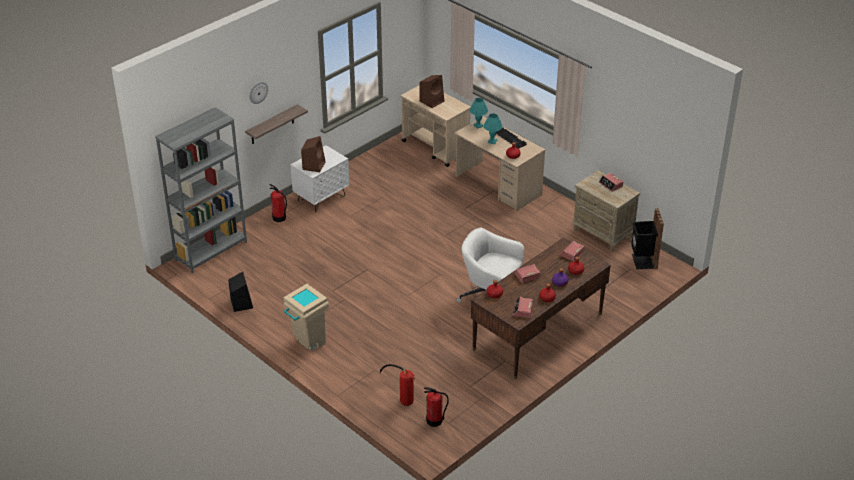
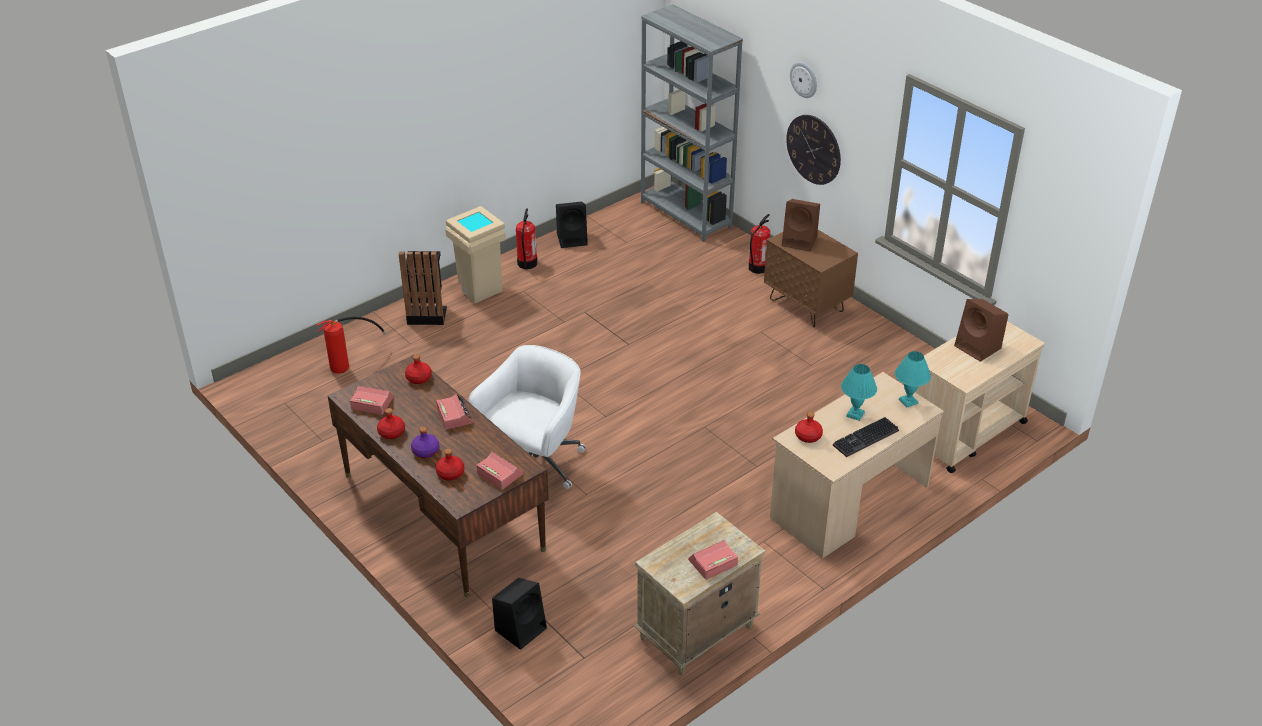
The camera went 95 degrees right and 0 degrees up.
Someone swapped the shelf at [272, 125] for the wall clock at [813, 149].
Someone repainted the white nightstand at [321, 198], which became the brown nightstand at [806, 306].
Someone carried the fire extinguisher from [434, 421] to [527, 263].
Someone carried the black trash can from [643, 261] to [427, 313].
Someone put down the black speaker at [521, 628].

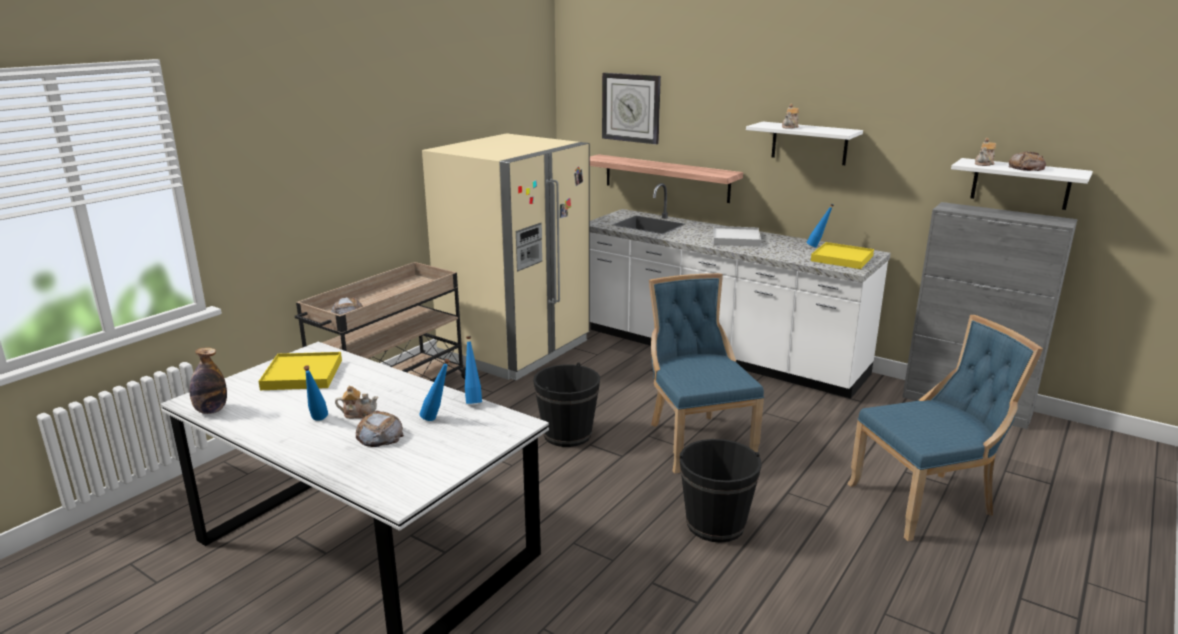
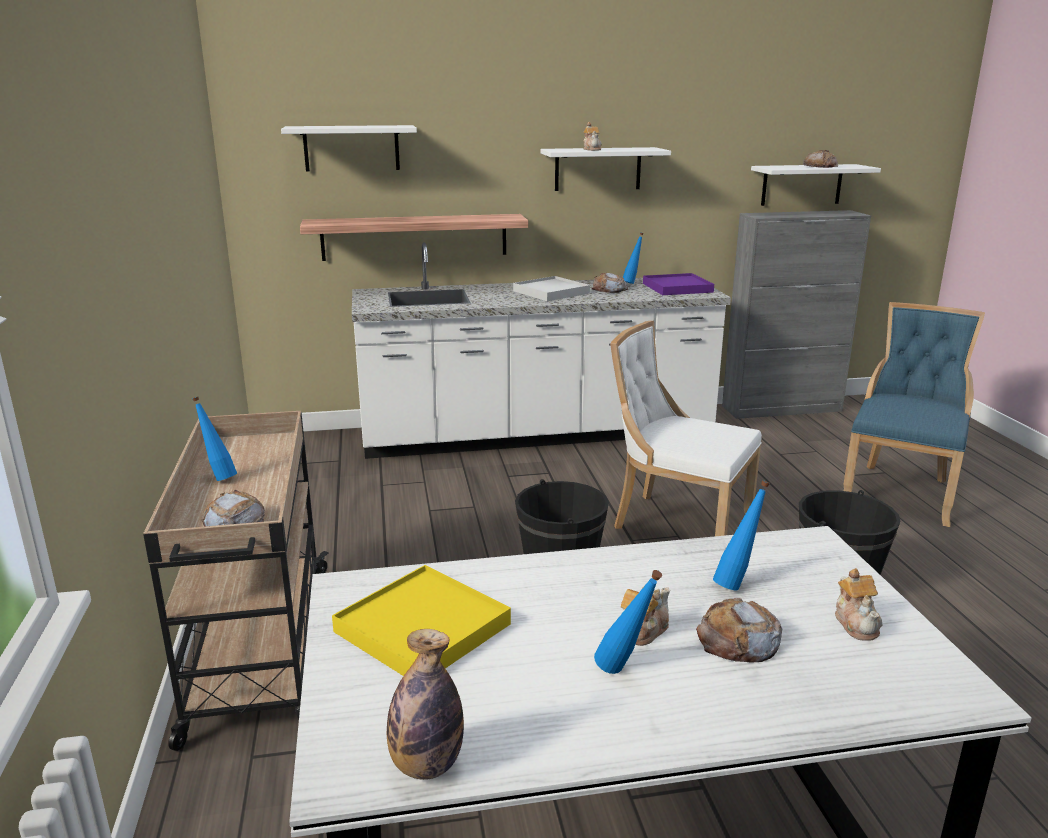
The camera went 45 degrees left and 0 degrees up.
Someone took away the beige fridge at [515, 349].
Someone carried the blue bottle from [473, 400] to [219, 477].
Someone swapped the wall clock at [631, 108] for the white shelf at [351, 148].
Someone repainted the blue chair at [696, 440], which became the white chair at [677, 523].
Someone repainted the yellow tray at [841, 258], which became the purple tray at [677, 288].
Someone carried the teapot from [984, 164] to [856, 623].
Someone put down the bread at [609, 289].

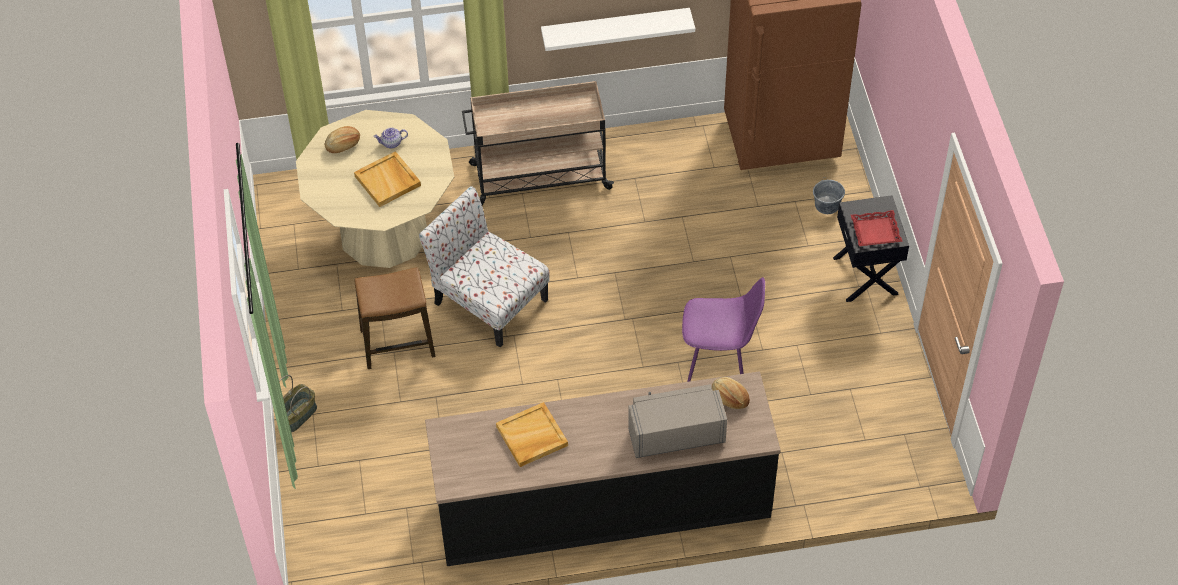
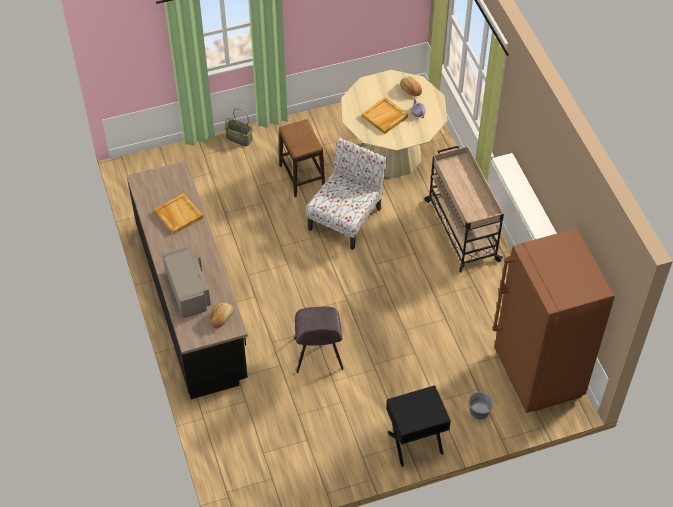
The camera went 80 degrees right and 0 degrees up.
Someone repainted the purple chair at [719, 361], which became the grey chair at [318, 355].
Someone took away the red tray at [875, 232].

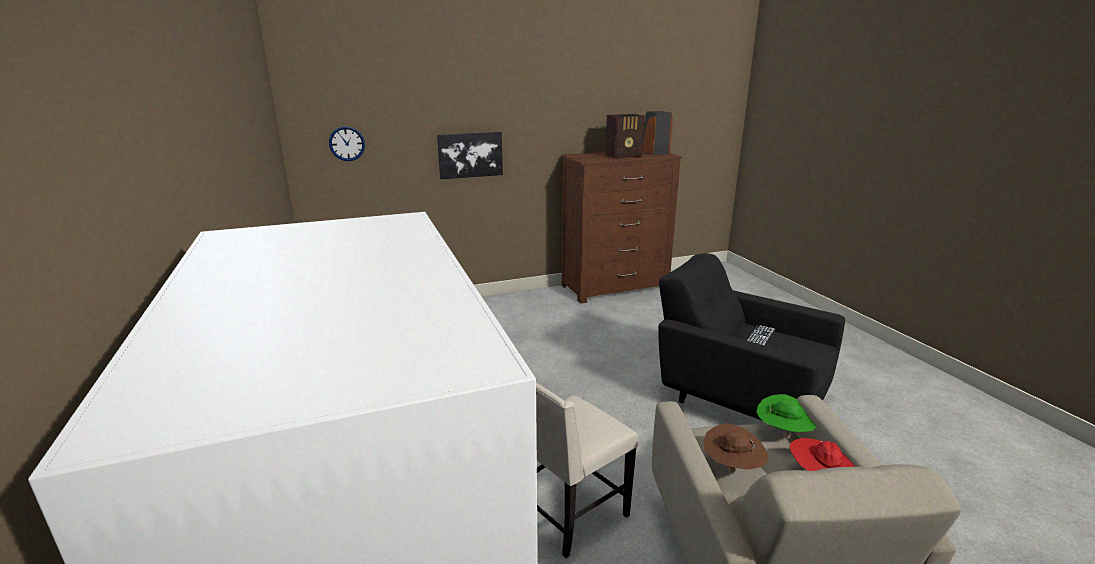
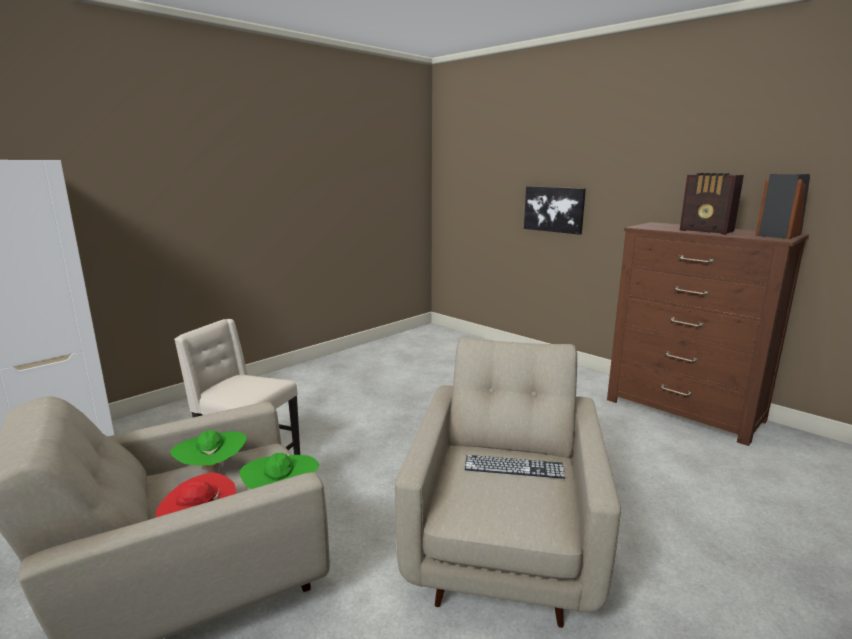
The camera went 65 degrees right and 5 degrees down.
Someone took away the wall clock at [347, 143].
Someone repainted the black armchair at [738, 399], which became the beige armchair at [504, 542].
Someone repainted the brown hat at [731, 468], which became the green hat at [213, 470].

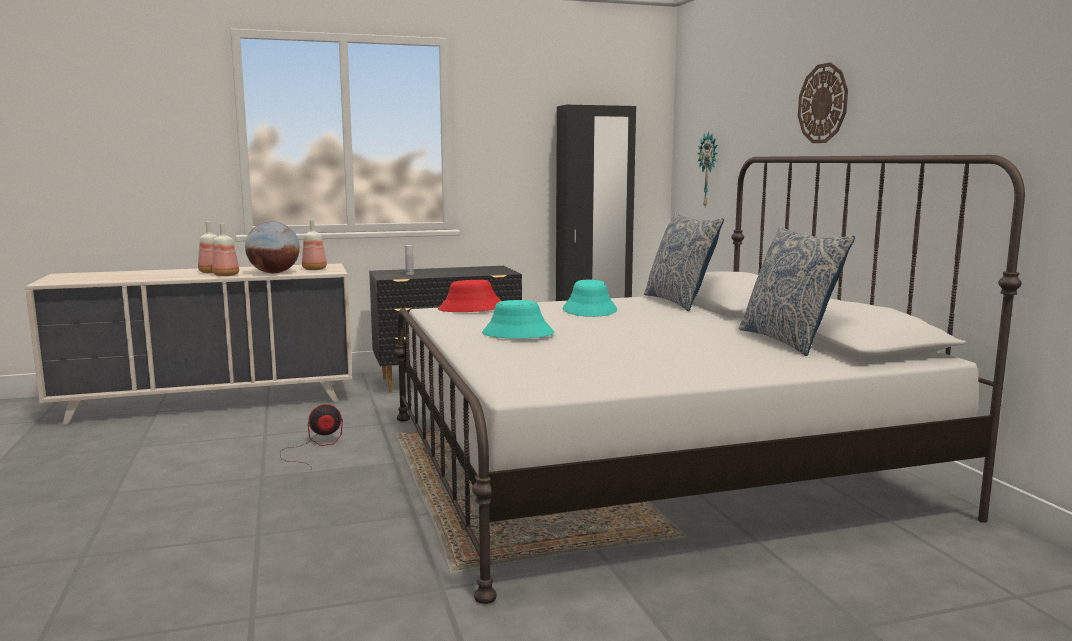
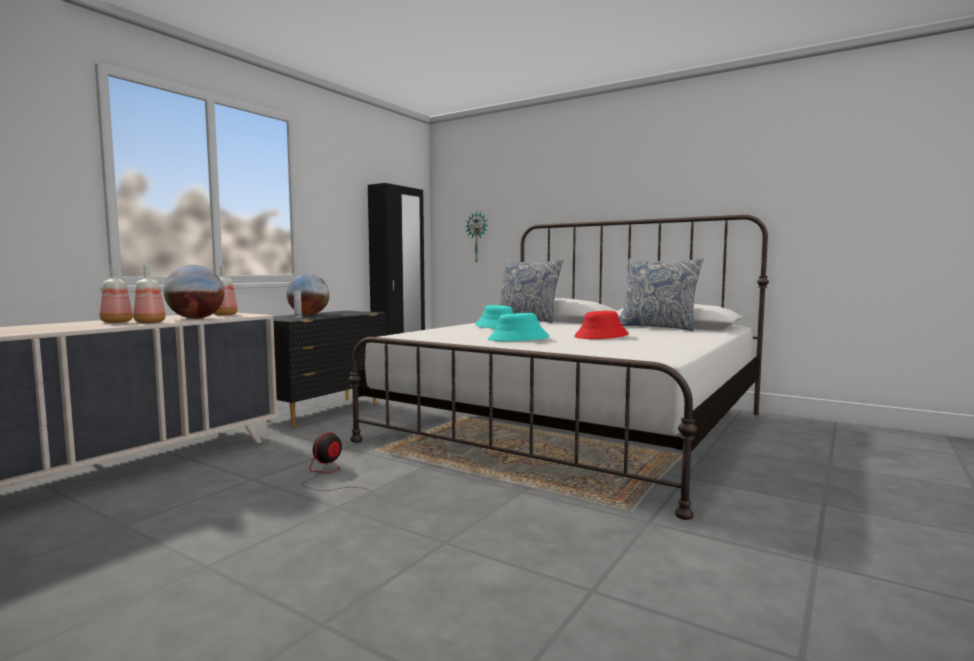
The camera went 40 degrees left and 5 degrees down.
Someone carried the red hat from [471, 309] to [601, 336].
Someone took away the wall clock at [823, 103].
Someone put down the globe at [308, 314].

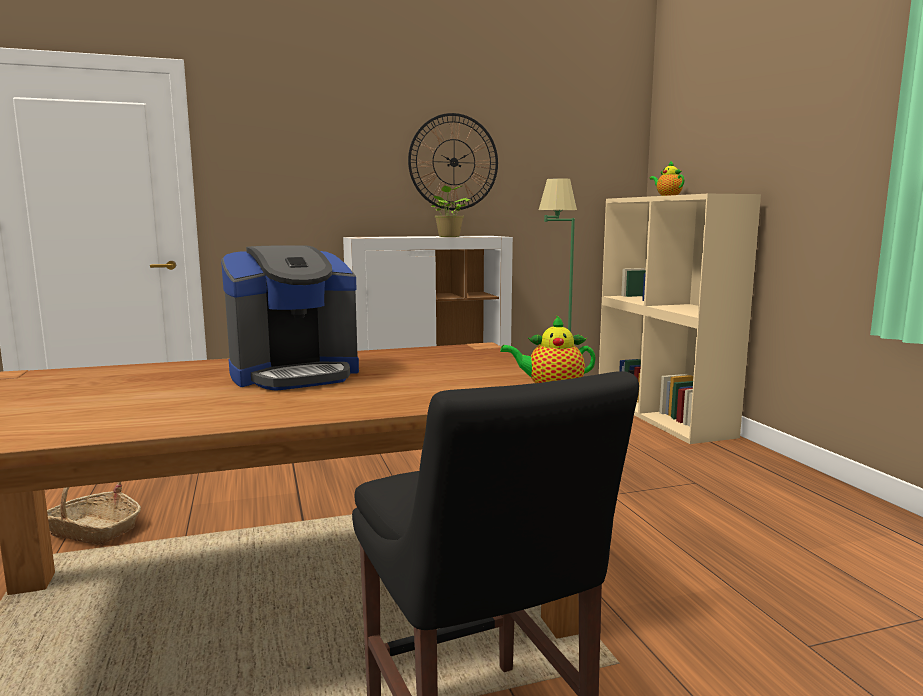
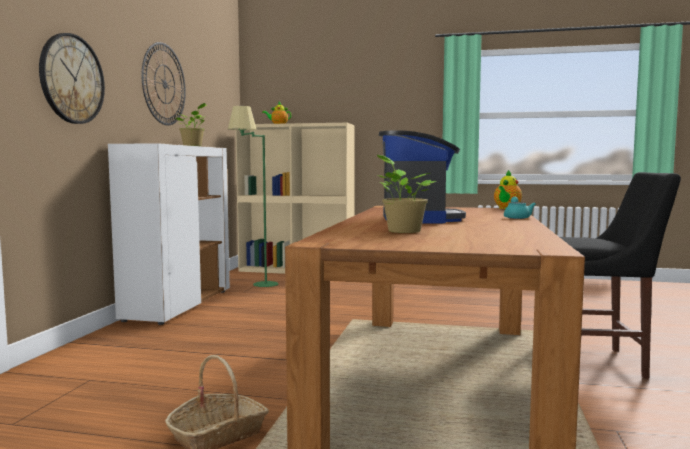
The camera went 60 degrees left and 5 degrees down.
Someone put up the wall clock at [72, 79].
Someone put down the potted plant at [402, 231].
Someone put down the turquoise teapot at [517, 217].

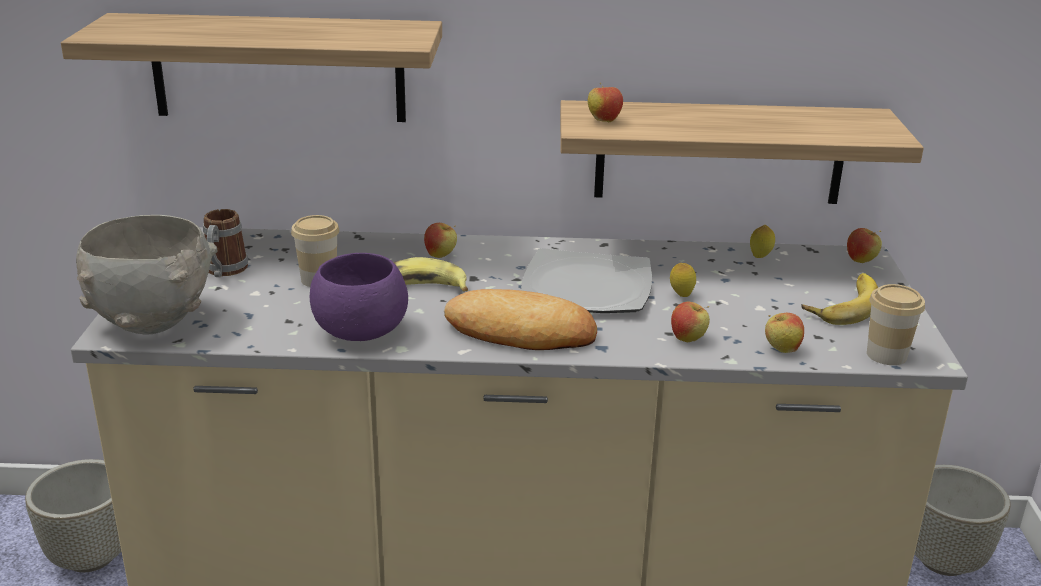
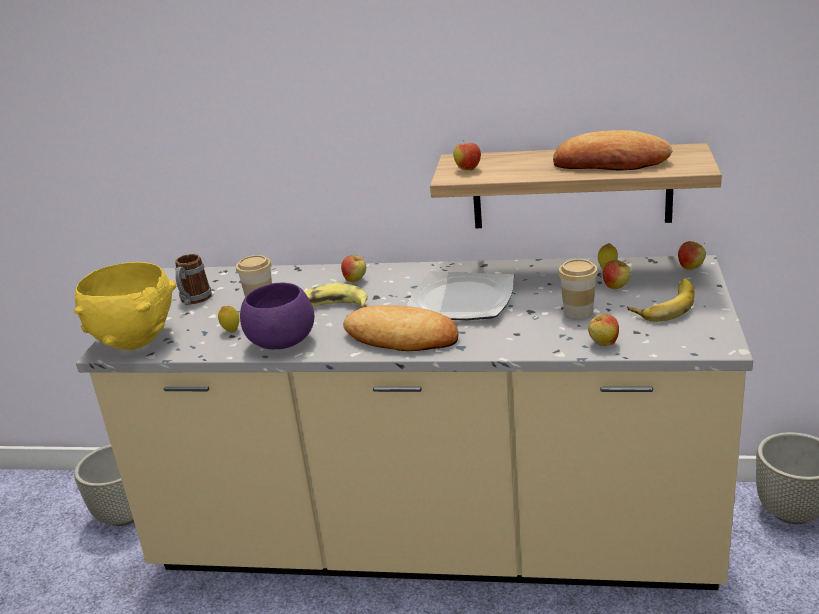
The camera went 10 degrees right and 0 degrees up.
Someone took away the shelf at [278, 68].
Someone repainted the grey bowl at [153, 323], which became the yellow bowl at [135, 342].
Someone carried the lemon from [681, 295] to [231, 331].
Someone carried the apple from [688, 339] to [616, 287].
Someone carried the cup from [886, 355] to [578, 311].
Someone put down the bread at [610, 163].

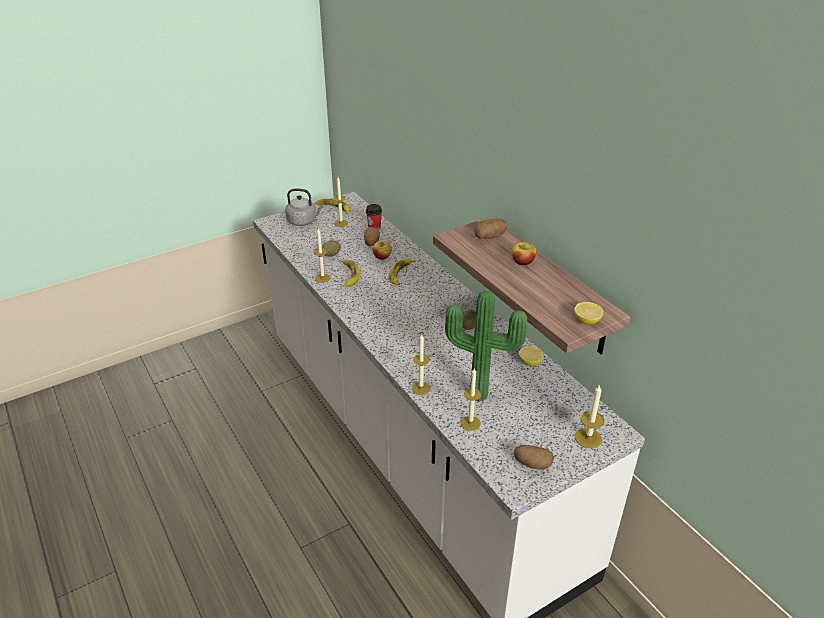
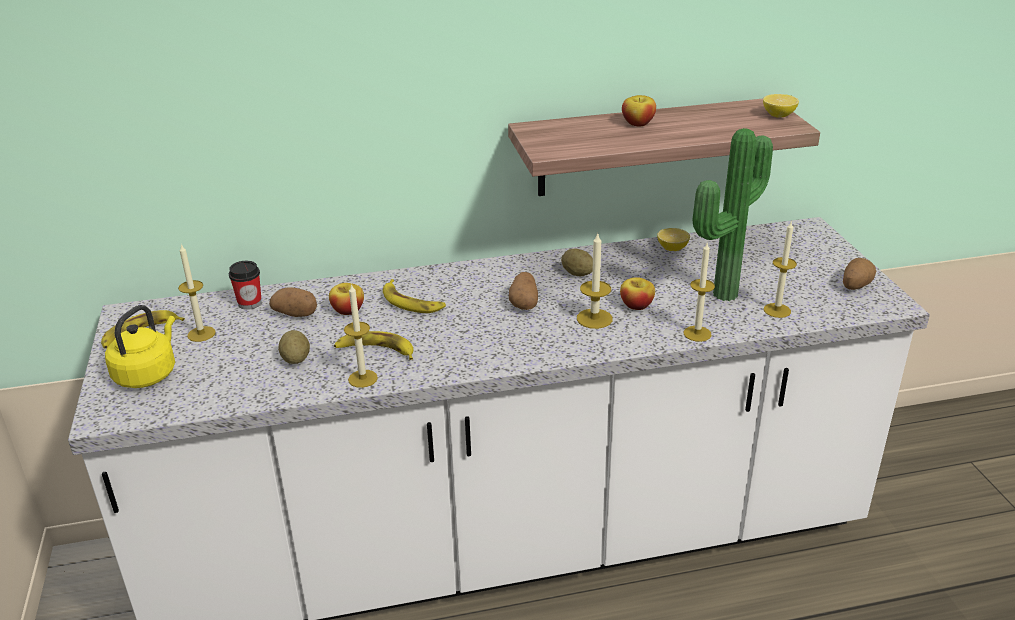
The camera went 70 degrees left and 5 degrees down.
Someone repainted the grey kettle at [303, 221], which became the yellow kettle at [148, 374].
Someone carried the potato from [489, 236] to [524, 303].
Someone carried the candle from [588, 438] to [594, 318].
Someone put down the apple at [636, 305].

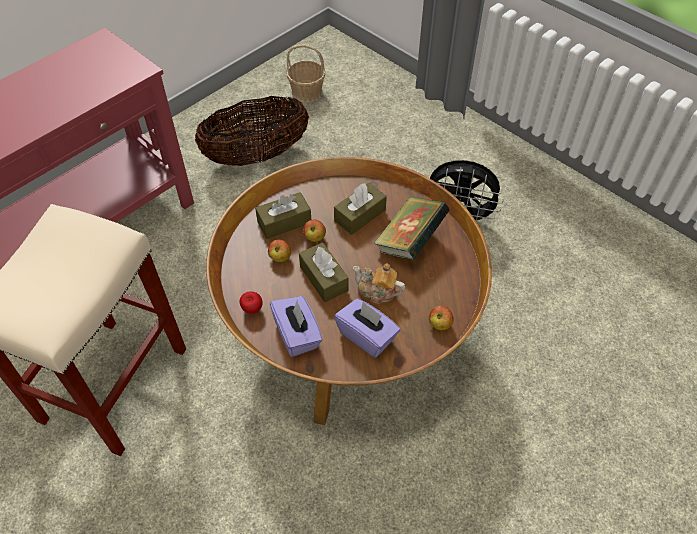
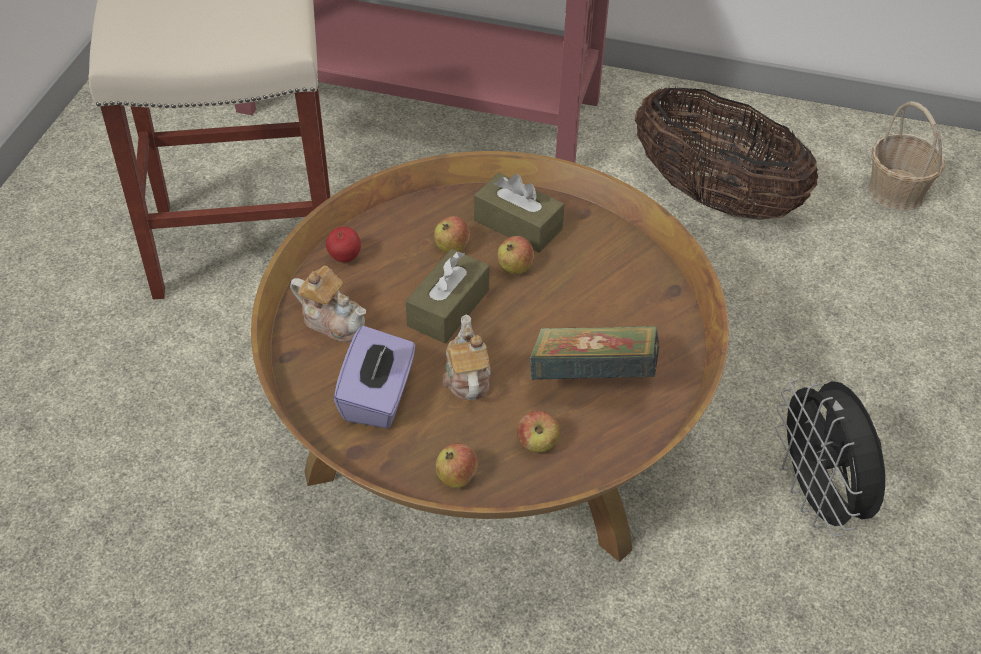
The camera went 60 degrees right and 5 degrees down.
Someone swapped the purple tissue box at [297, 335] for the teapot at [333, 321].
Someone took away the brown tissue box at [360, 215].
Someone put down the apple at [537, 444].

